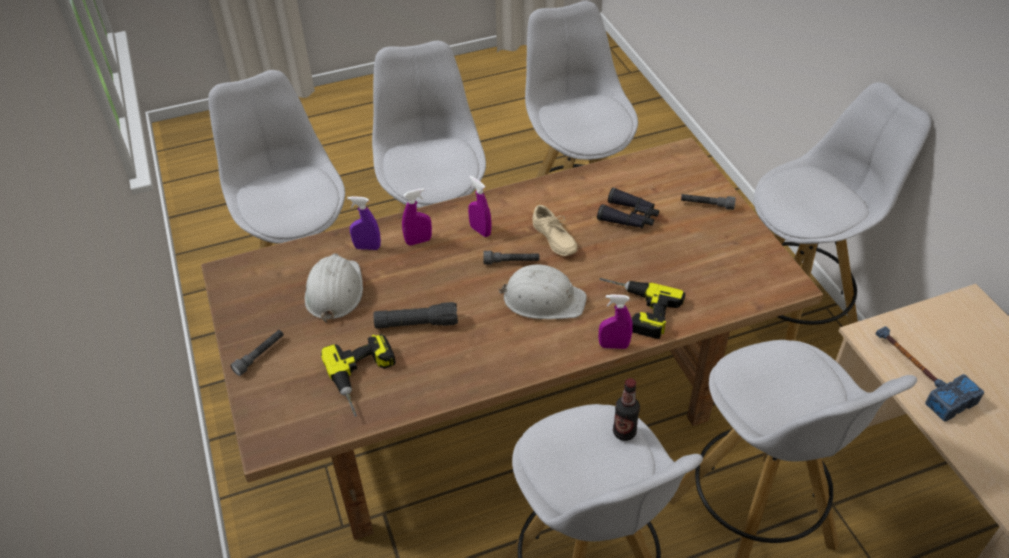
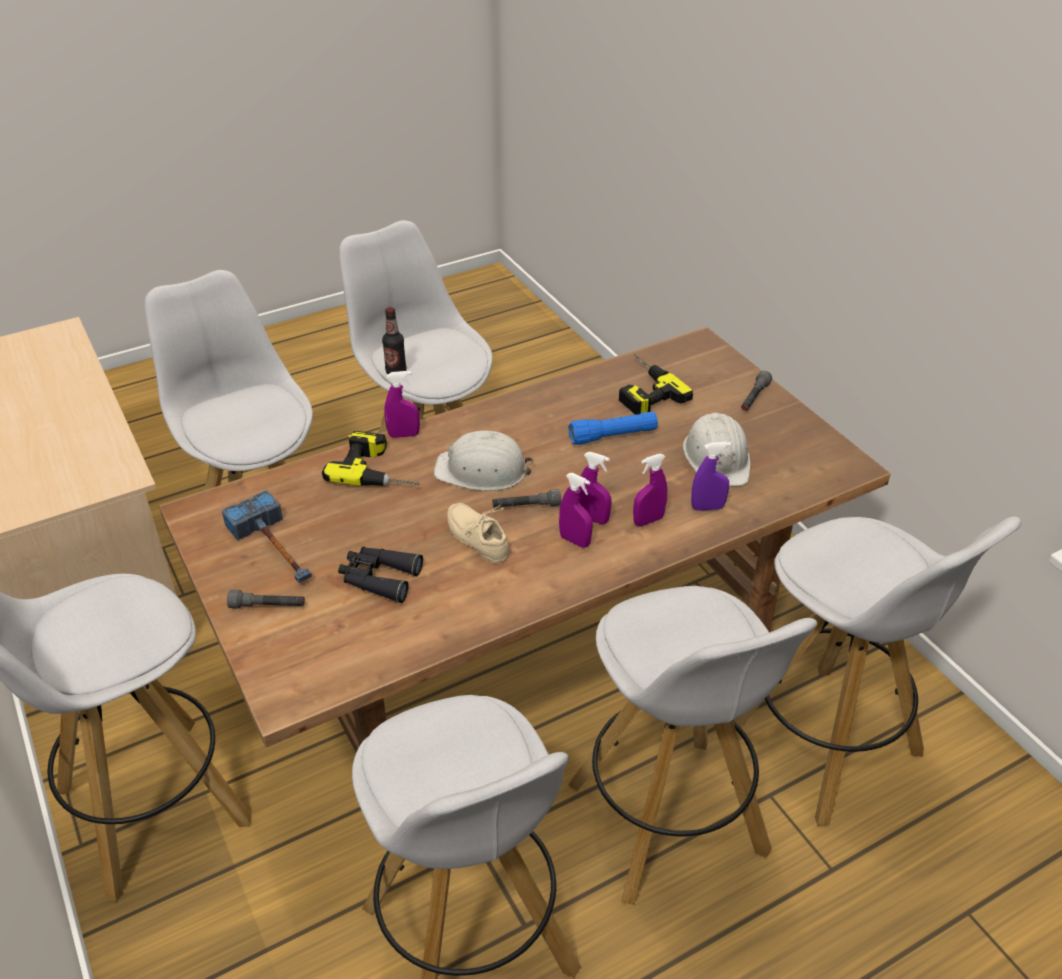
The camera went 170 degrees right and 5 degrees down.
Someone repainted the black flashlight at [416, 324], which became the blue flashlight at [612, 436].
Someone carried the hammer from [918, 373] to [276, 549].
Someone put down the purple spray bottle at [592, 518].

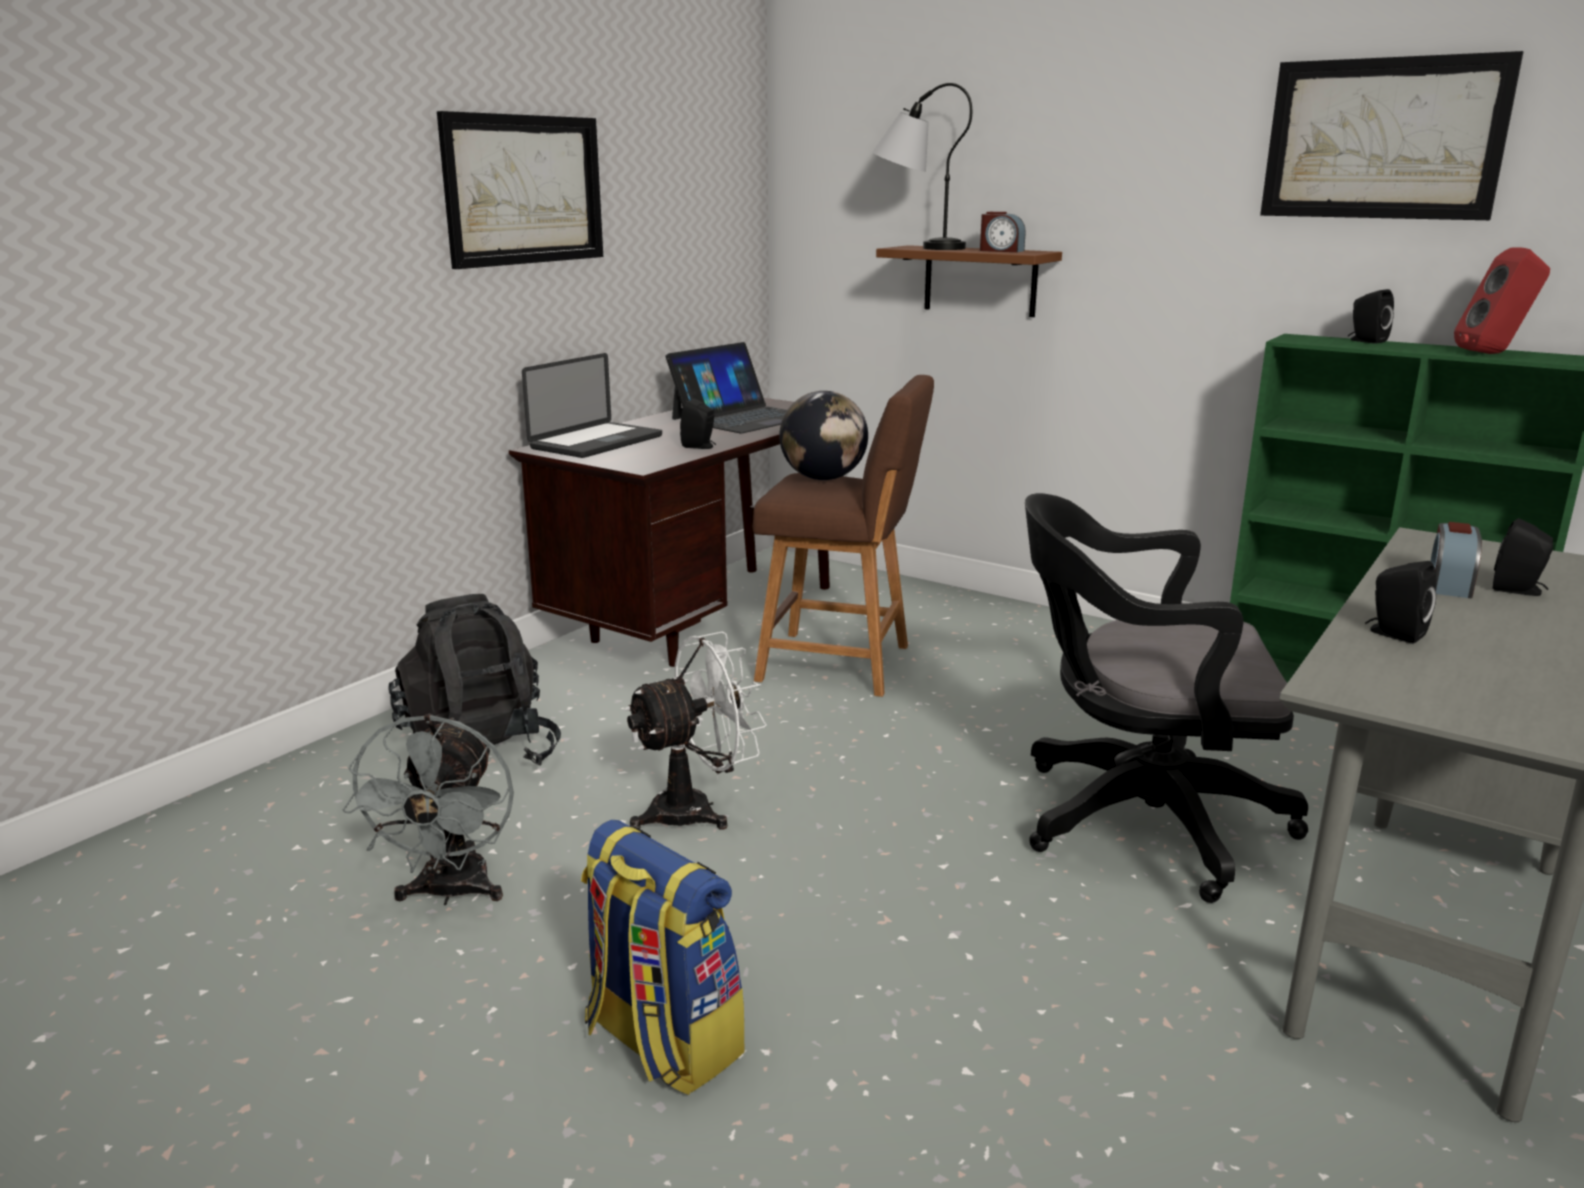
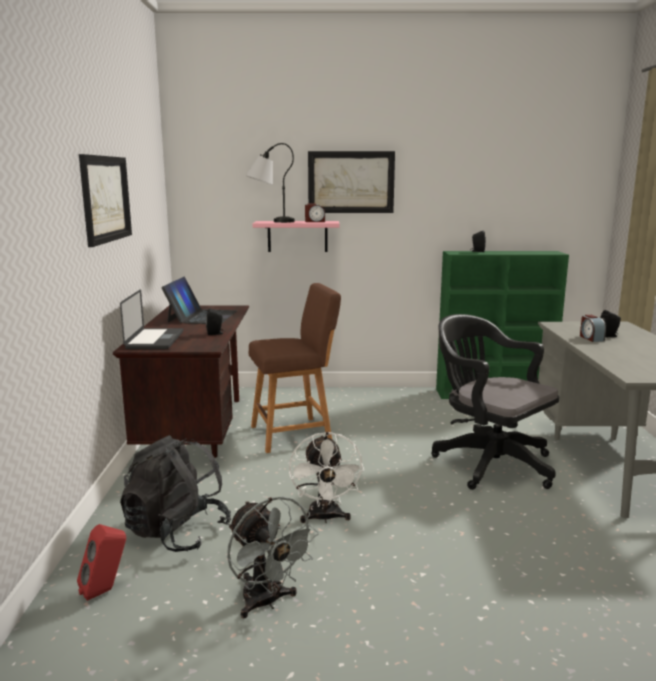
The camera went 35 degrees left and 5 degrees down.
Someone took away the backpack at [661, 1041].
Someone rotated the white fan at [696, 809] by 150 degrees clockwise.
Someone took away the globe at [823, 478].
Someone repainted the brown shelf at [980, 280], which became the pink shelf at [297, 236].
Someone rotated the black office chair at [1135, 820] by 75 degrees clockwise.
Someone carried the picture from [1383, 139] to [351, 182].
Someone took away the black speaker at [1393, 634].
Someone carried the red speaker from [1494, 353] to [105, 591].

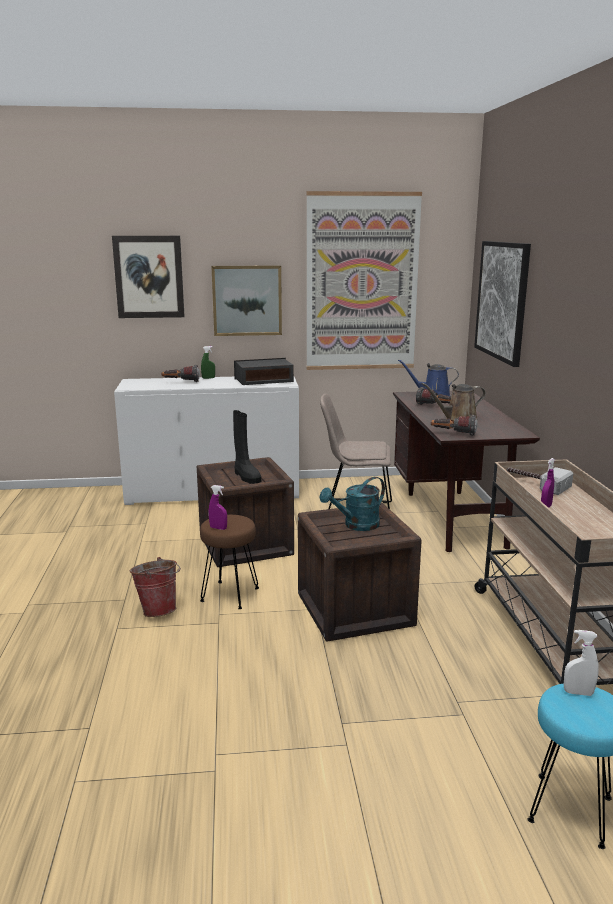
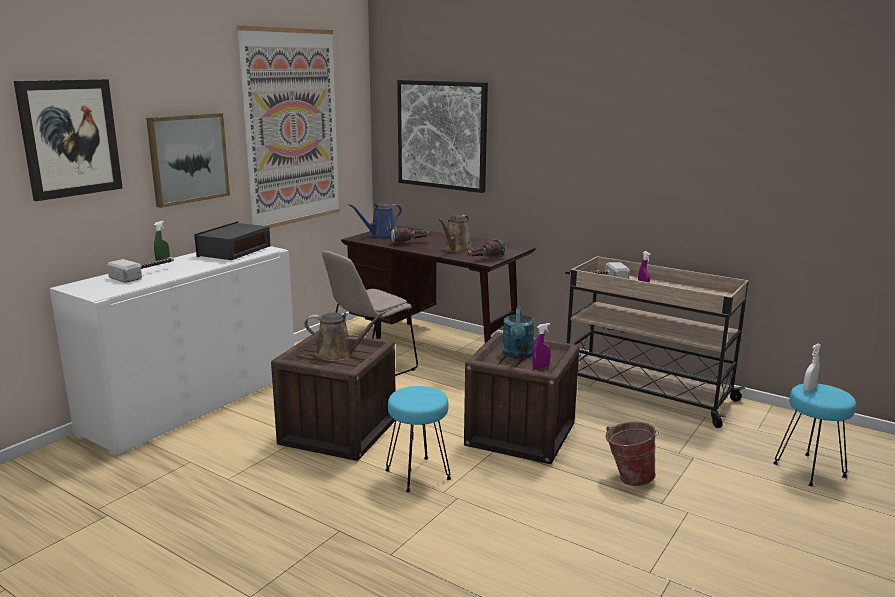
The camera went 50 degrees left and 0 degrees up.
Someone carried the bucket from [158, 610] to [627, 478].
Someone swapped the flashlight at [181, 382] for the hammer at [145, 273].
Someone repainted the brown stool at [230, 595], which became the turquoise stool at [418, 474].
Someone carried the purple spray bottle from [218, 528] to [540, 367].
Someone swapped the black boot at [246, 476] for the brown watering can at [338, 354].

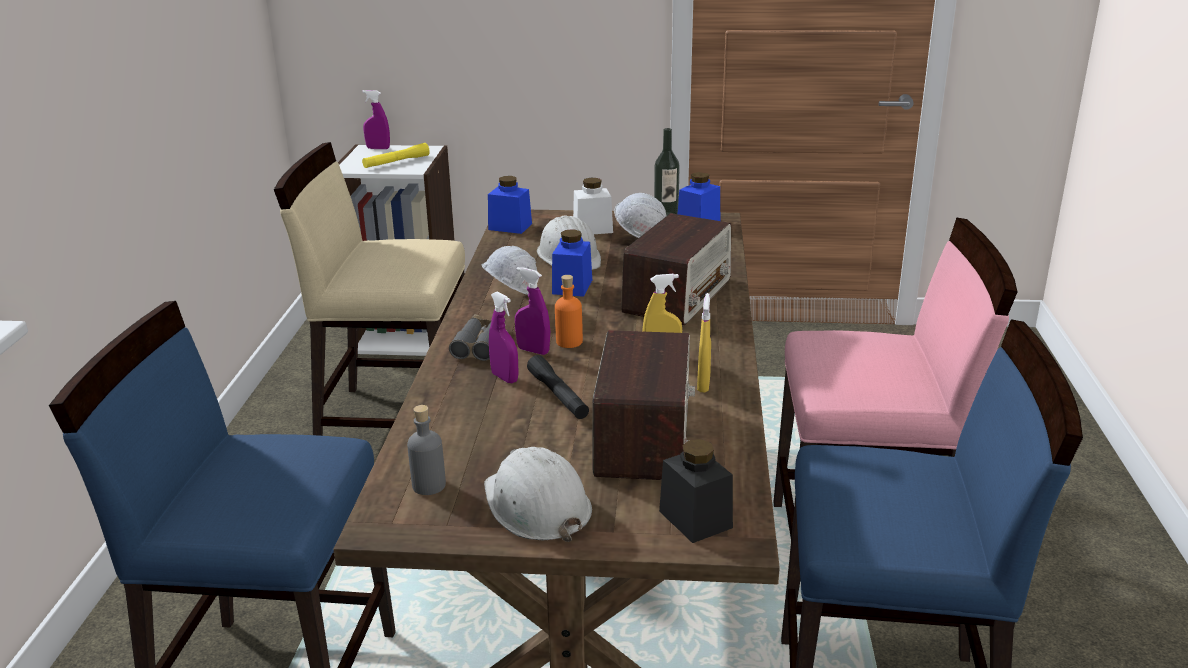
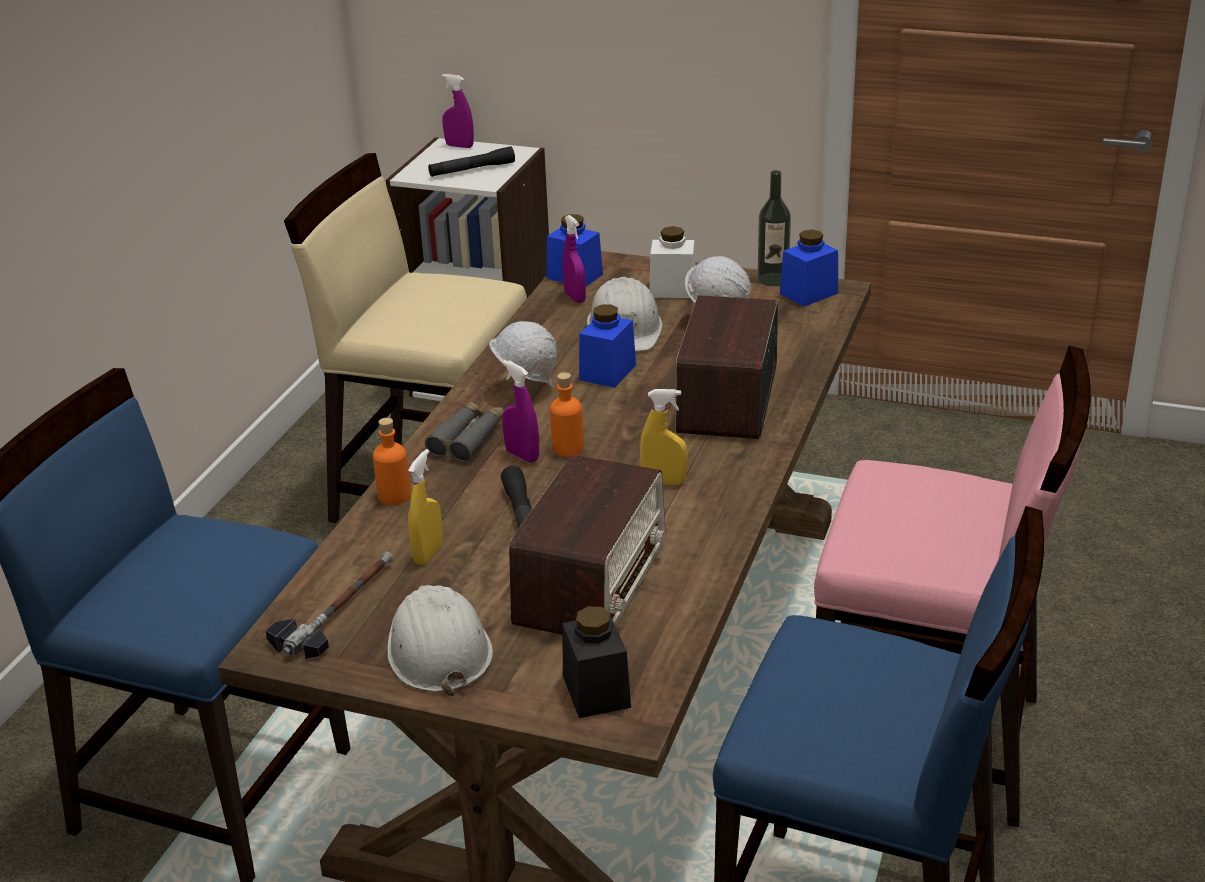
The camera went 15 degrees right and 5 degrees up.
Someone repainted the yellow flashlight at [396, 162], which became the black flashlight at [472, 170].
Someone swapped the grey bottle at [428, 485] for the hammer at [338, 609].
Someone carried the purple spray bottle from [504, 378] to [575, 298].
Someone rotated the radio at [678, 295] by 150 degrees clockwise.
Someone carried the yellow spray bottle from [703, 384] to [428, 554].
Someone put down the orange bottle at [394, 496].

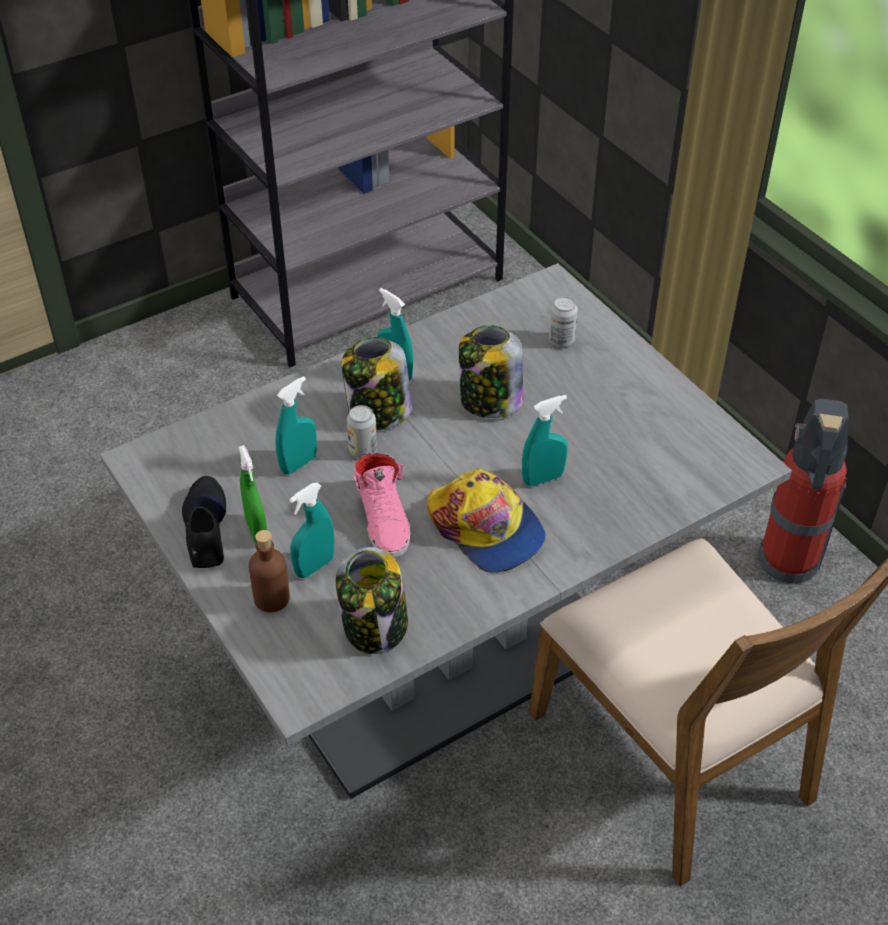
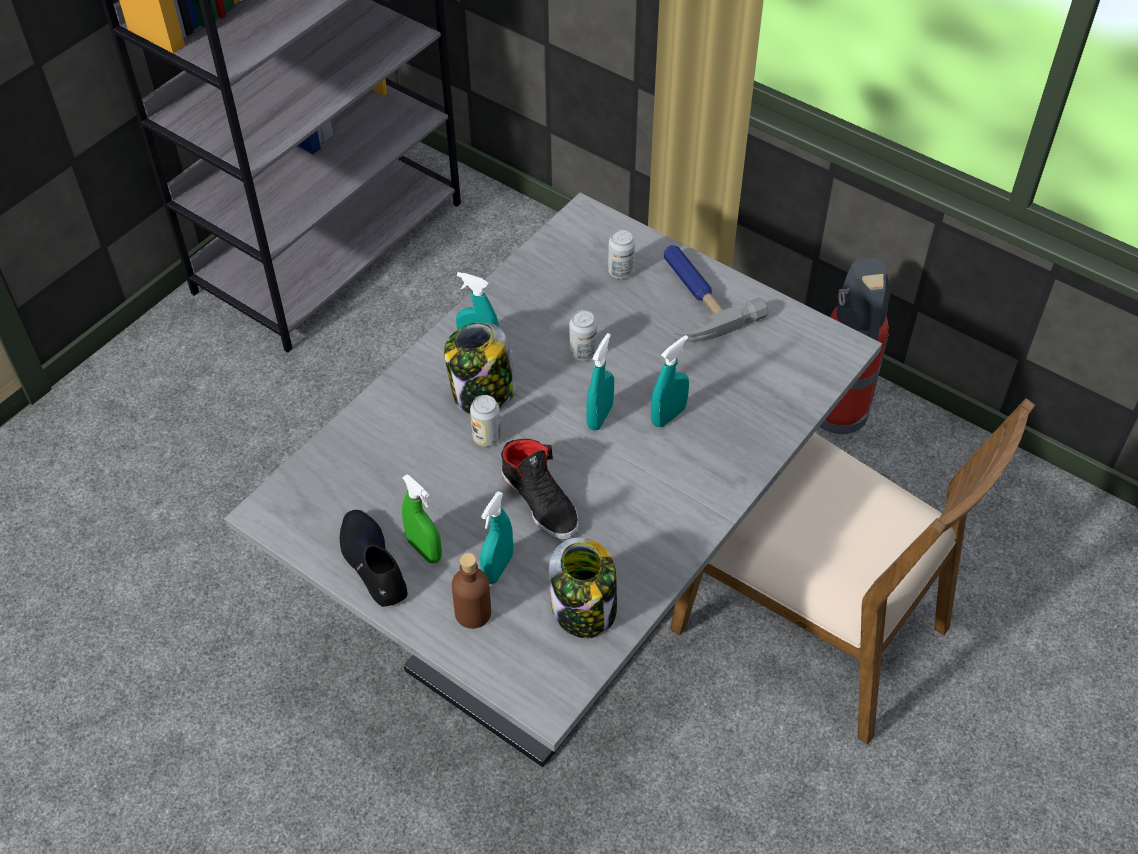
The camera went 20 degrees left and 5 degrees up.
Someone carried the turquoise spray bottle from [298, 463] to [600, 417].
Someone repainted the pink shoe at [384, 519], which became the black shoe at [541, 501].
Someone took away the cap at [486, 528].
Someone swapped the jar at [489, 401] for the can at [583, 352].
Someone put down the hammer at [694, 297].

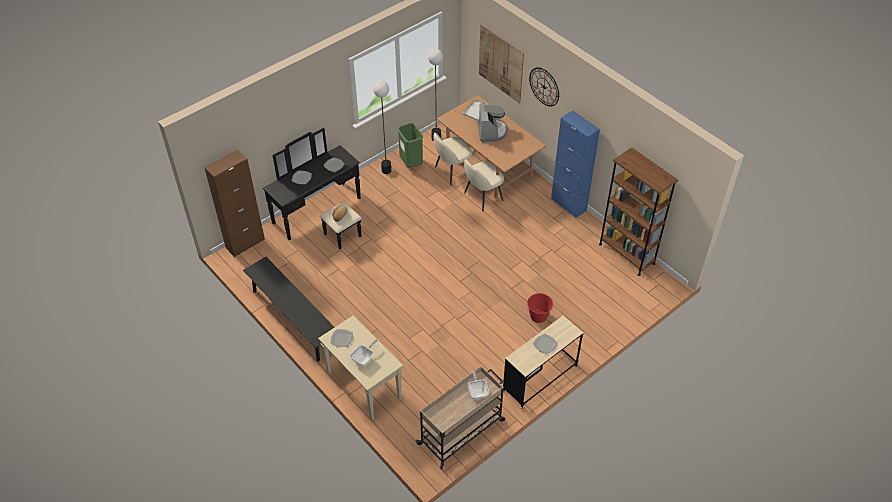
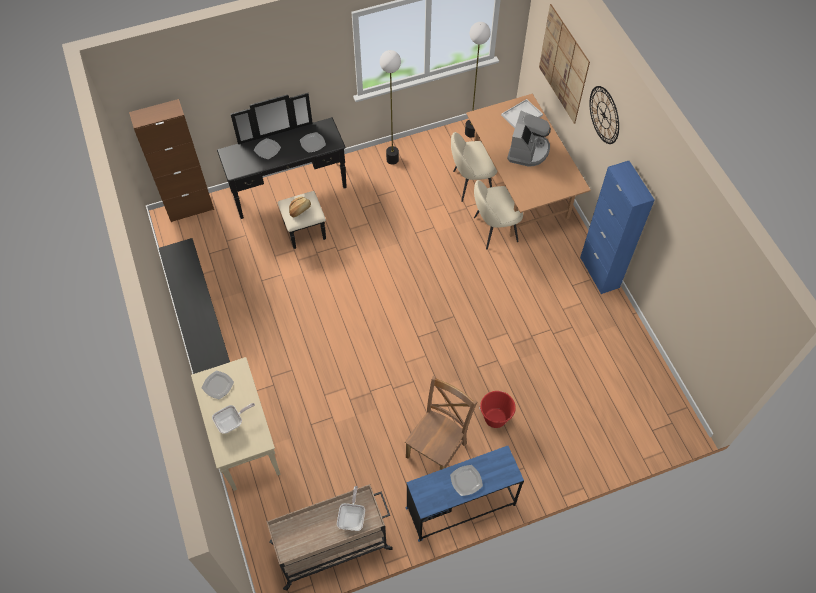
The camera went 20 degrees right and 10 degrees up.
Someone took away the green trash can at [411, 163].
Someone repainted the beige desk at [540, 378], which became the blue desk at [460, 506].
Someone took away the brown bookcase at [626, 254].
Someone put down the brown chair at [438, 448].

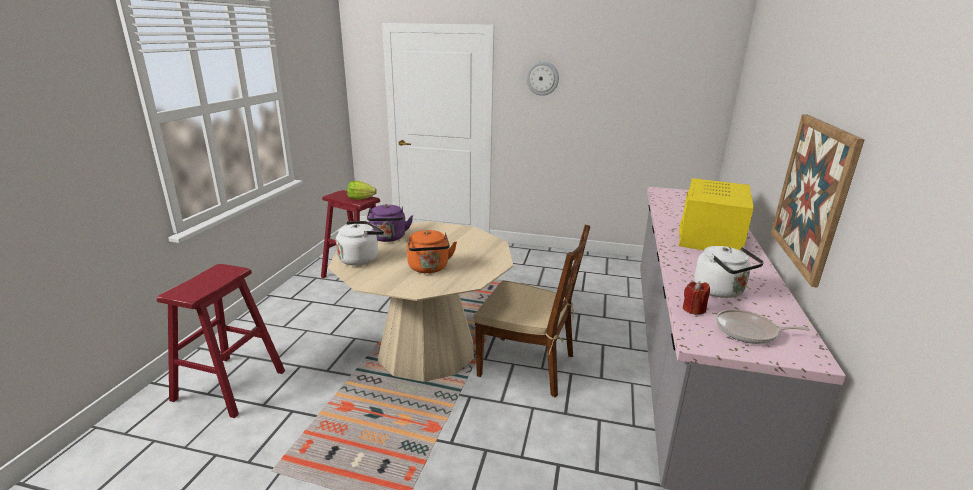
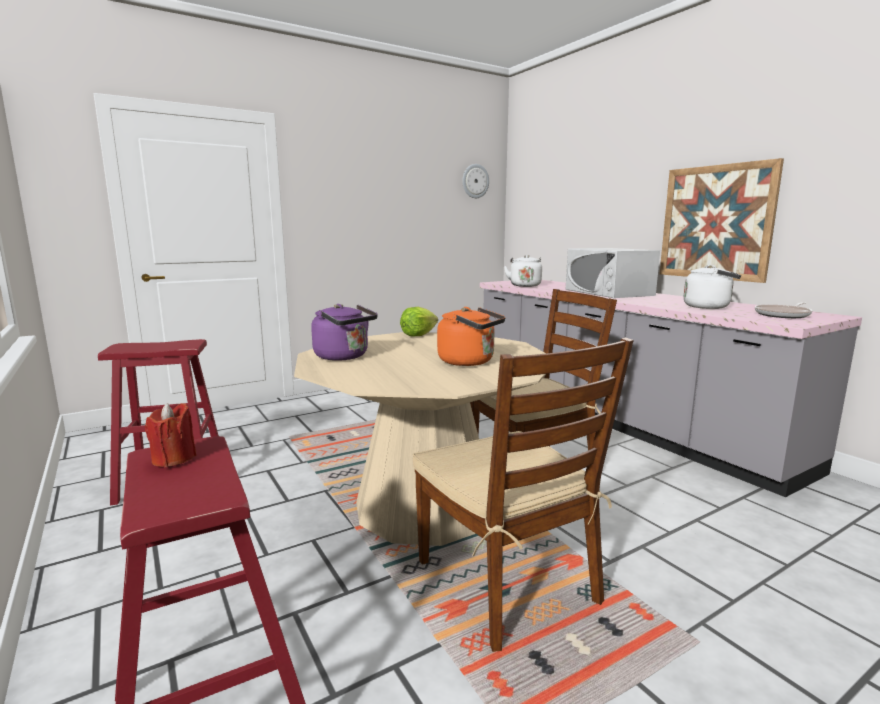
The camera went 45 degrees left and 10 degrees down.
Someone carried the white kettle from [360, 258] to [524, 285].
Someone carried the lettuce from [360, 198] to [418, 334].
Someone carried the wall clock from [542, 78] to [475, 181].
Someone repainted the yellow microwave at [710, 236], which became the white microwave at [608, 292].
Someone carried the red candle from [693, 309] to [174, 458].
Someone put down the brown chair at [507, 582].

